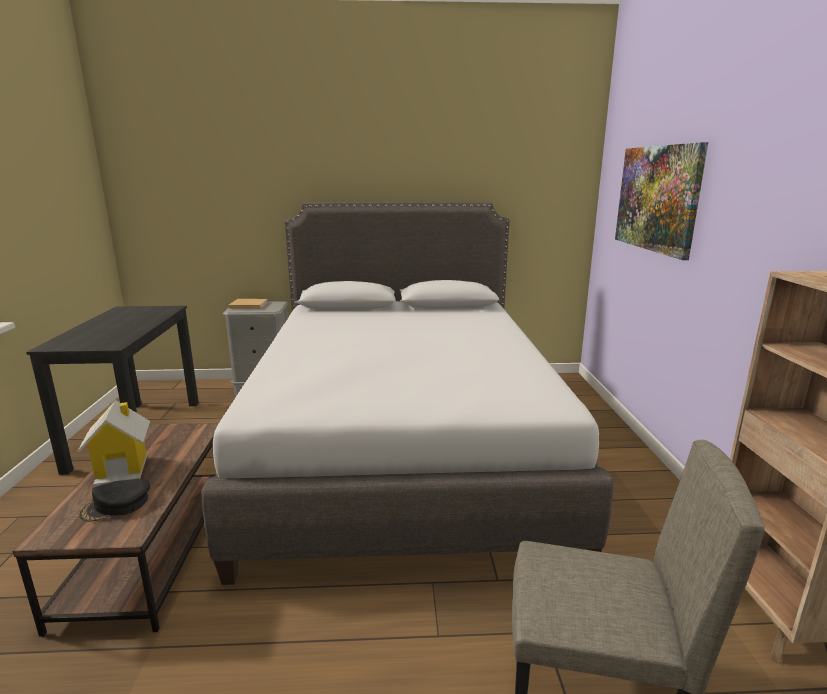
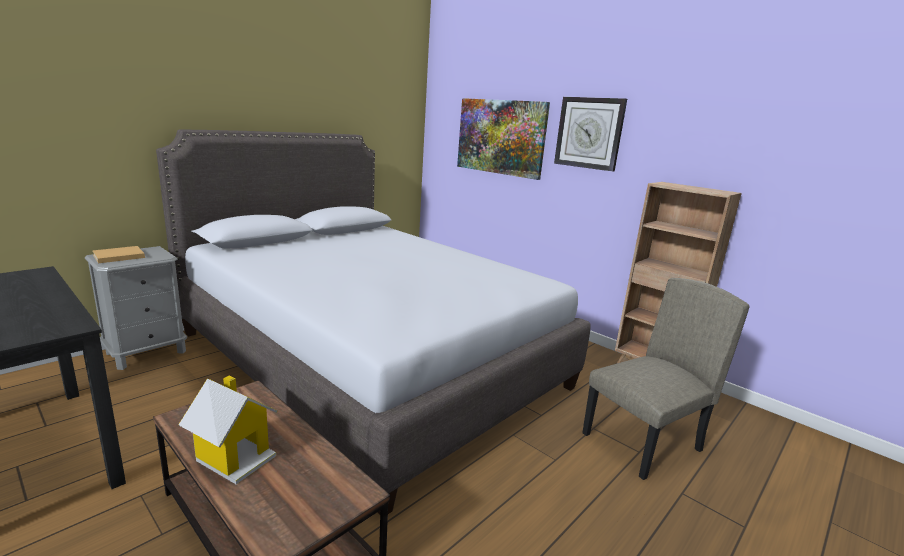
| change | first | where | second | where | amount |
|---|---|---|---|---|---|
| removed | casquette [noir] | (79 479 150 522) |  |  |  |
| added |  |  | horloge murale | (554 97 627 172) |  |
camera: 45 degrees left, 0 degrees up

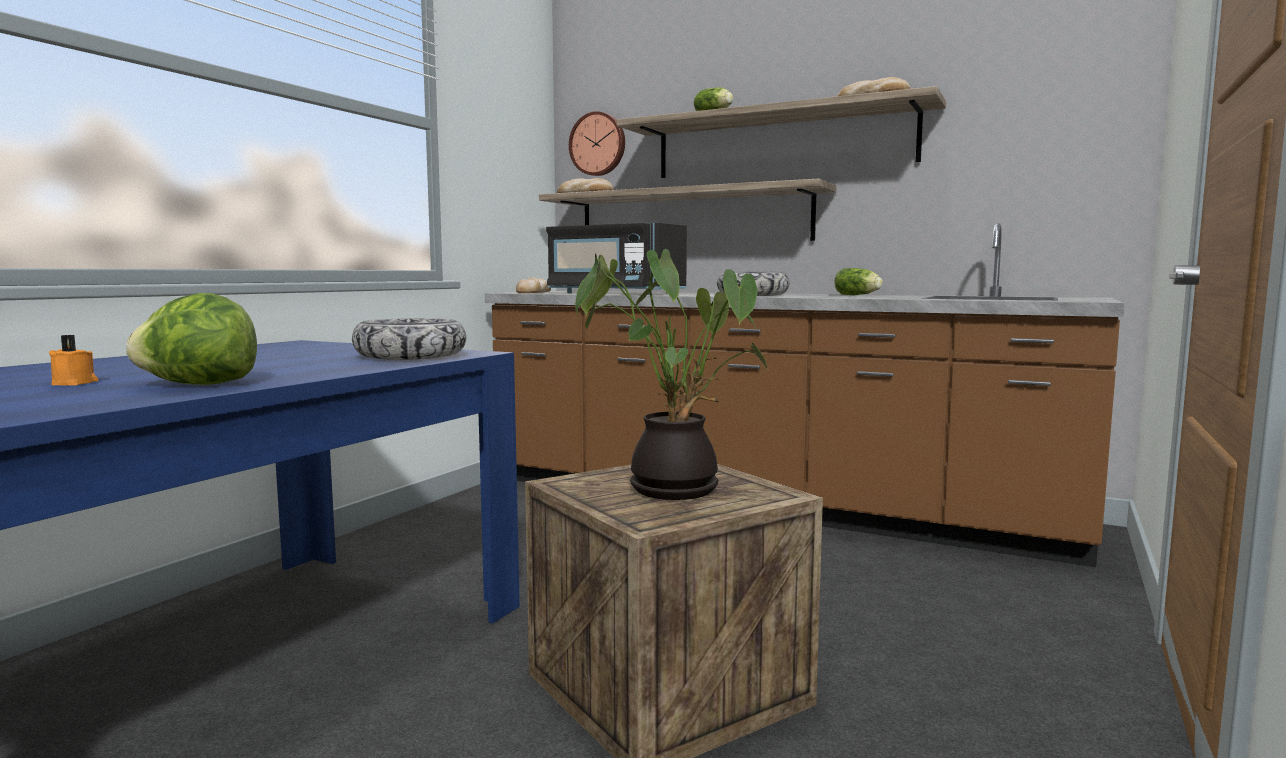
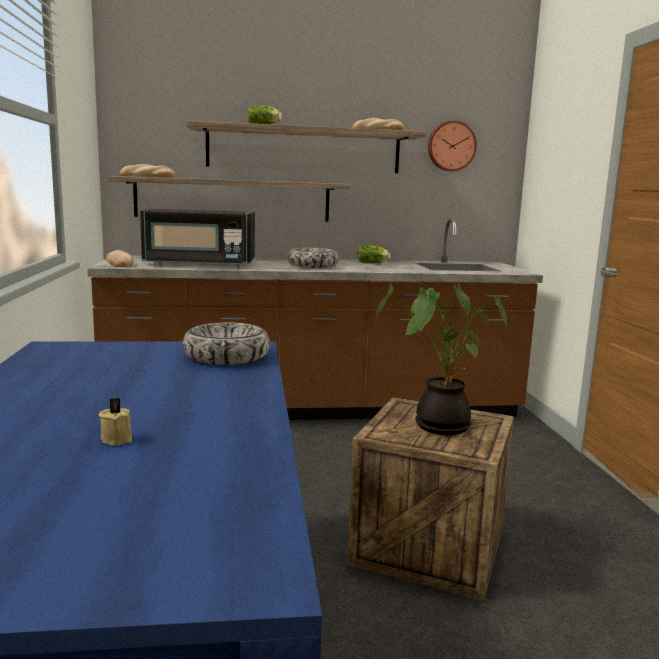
| change | first | where | second | where | amount |
|---|---|---|---|---|---|
| removed | laitue | (126 293 257 385) |  |  |  |
| moved | horloge murale | (569 111 625 176) |  | (428 121 477 171) |  |
| recoloured | bougie [orange] | (49 335 98 386) | bougie [beige] | (99 398 132 446) |  |
camera: 35 degrees left, 5 degrees up

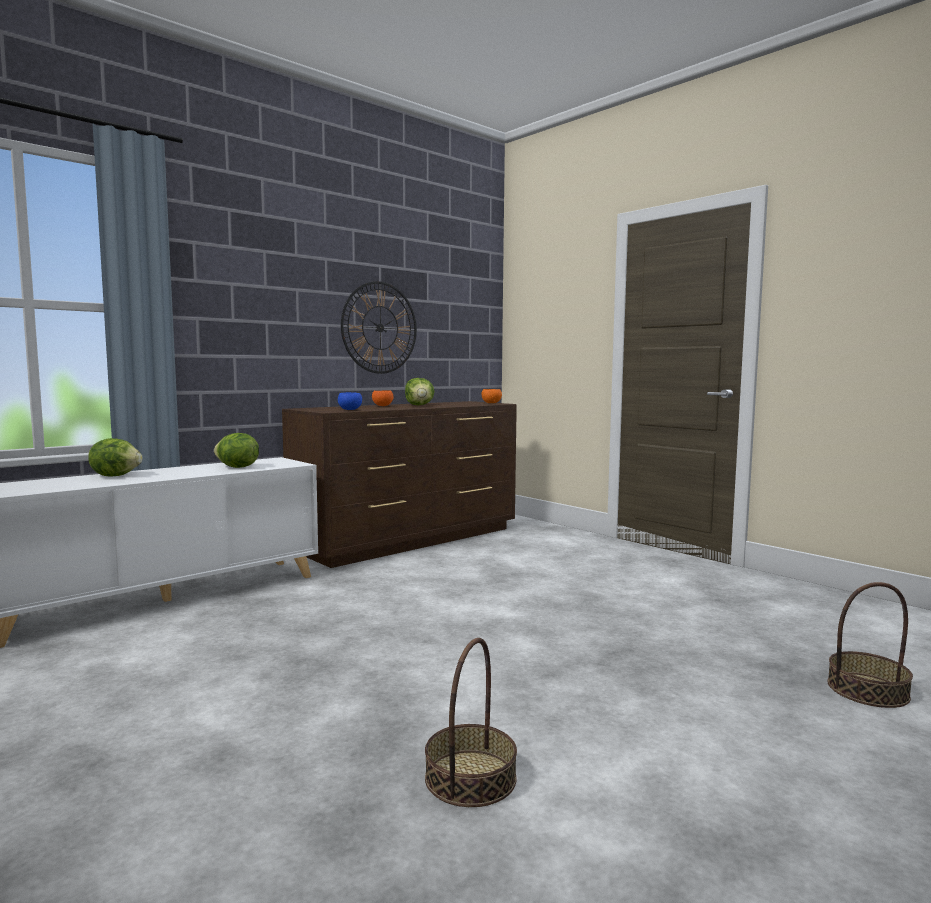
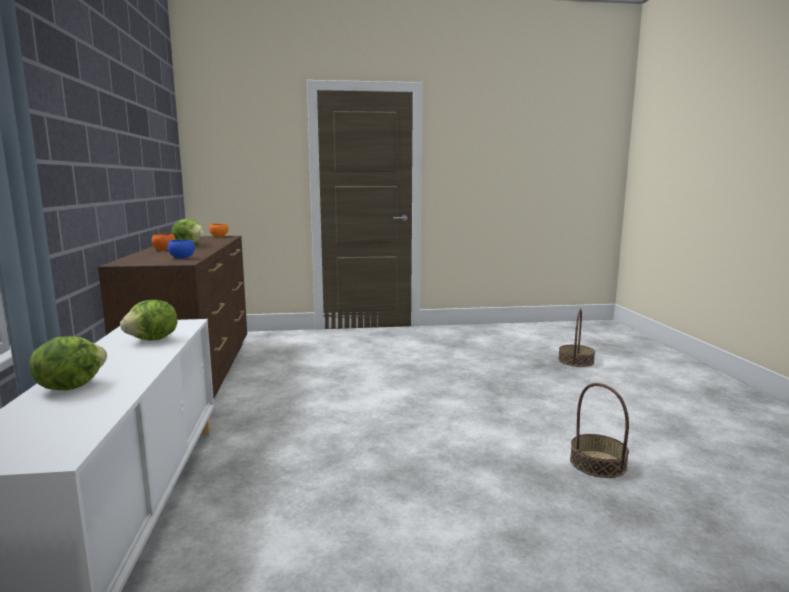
| change | first | where | second | where | amount |
|---|---|---|---|---|---|
| removed | horloge murale | (341 281 417 374) |  |  |  |
camera: 55 degrees left, 5 degrees up

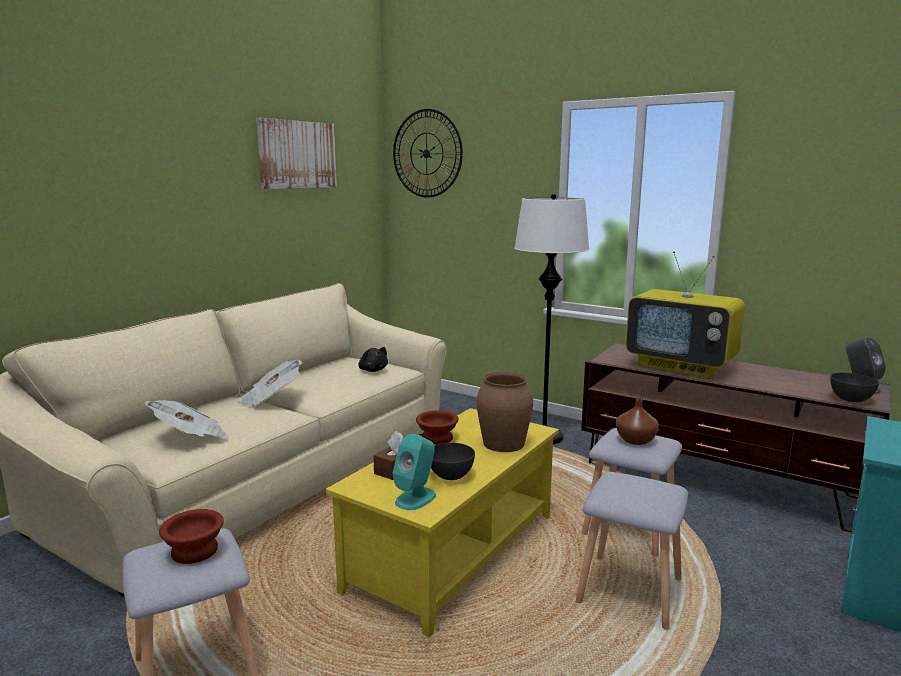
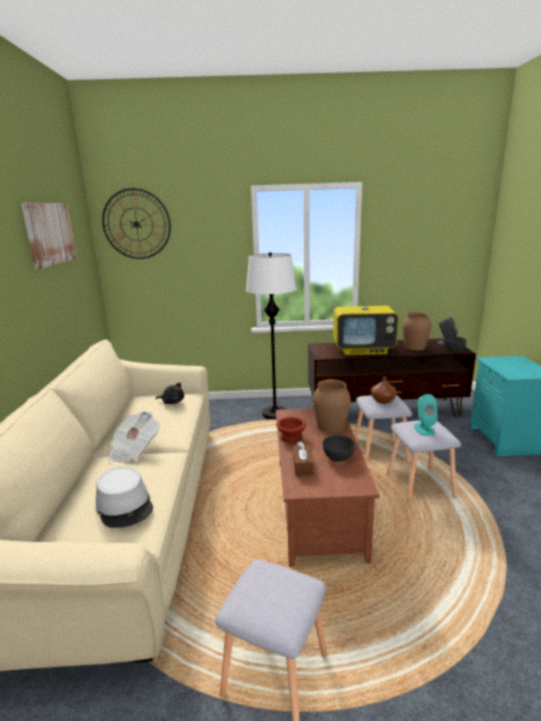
| change | first | where | second | where | amount |
|---|---|---|---|---|---|
| removed | bol [marron] | (159 509 224 564) |  |  |  |
| added |  |  | vase [marron] | (402 312 431 350) |  |
| moved | enceinte [turquoise] | (393 434 436 510) |  | (414 394 438 436) |  |
| replaced | journal | (145 400 228 438) | chapeau [gris] | (96 467 153 528) |  |
| recoloured | table basse [jaune] | (326 408 559 637) | table basse [marron] | (276 408 380 567) |  |
camera: 35 degrees left, 5 degrees up

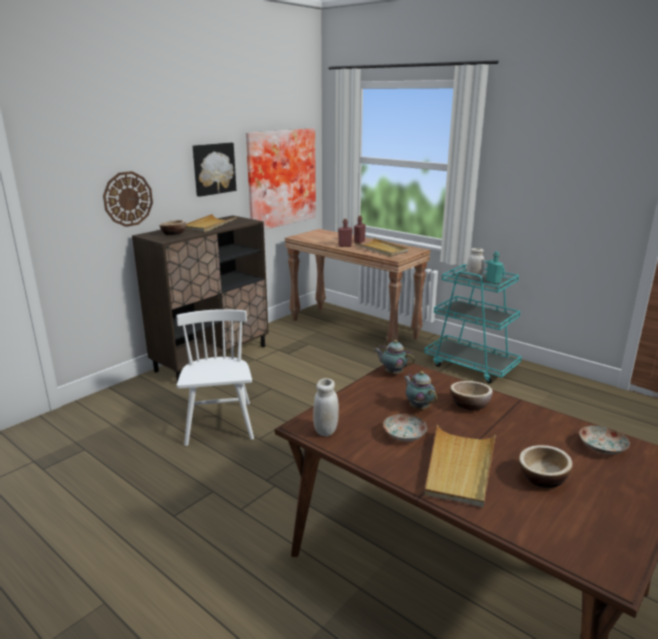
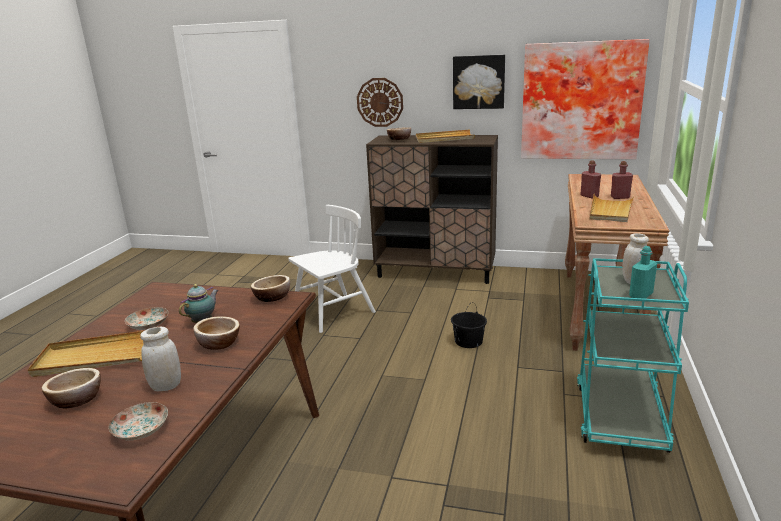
| change | first | where | second | where | amount |
|---|---|---|---|---|---|
| added |  |  | seau [noir] | (451 303 487 348) |  |
| moved | bocal [blanc] | (313 378 339 436) |  | (140 327 181 391) |  |
| replaced | théière | (374 340 415 374) | bol | (251 275 290 302) |  |
camera: 65 degrees right, 0 degrees up

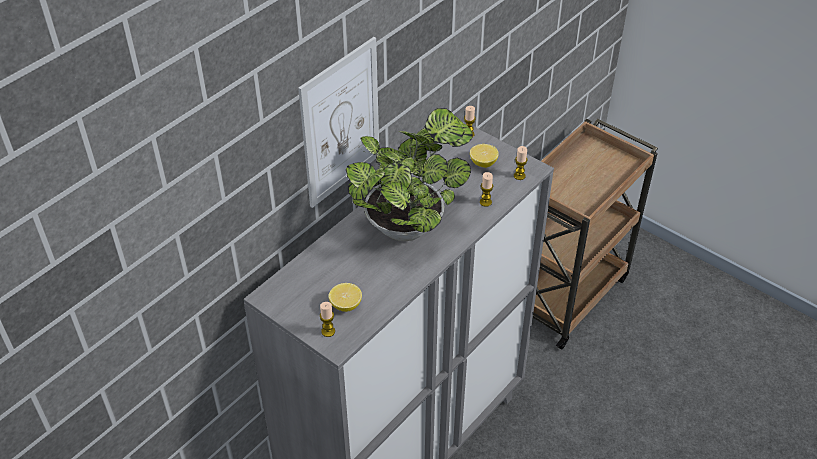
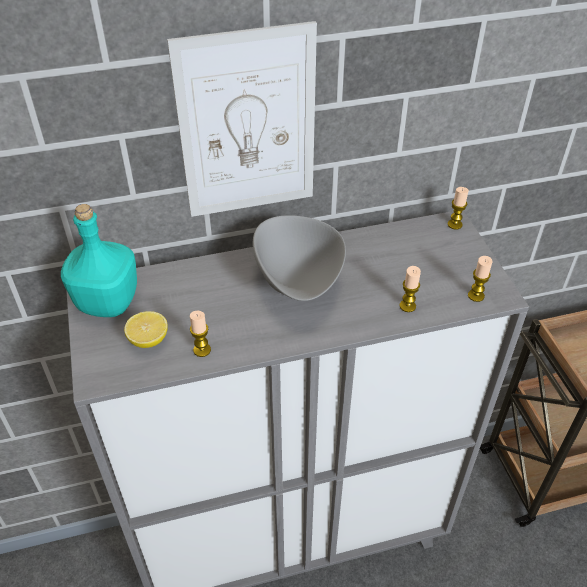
| change | first | where | second | where | amount |
|---|---|---|---|---|---|
| removed | citron | (470 144 499 168) |  |  |  |
| added |  |  | bouteille [turquoise] | (61 204 137 317) |  |
| moved | bougie | (320 302 335 337) |  | (190 311 211 357) |  |
| replaced | plante en pot | (346 108 473 241) | bol [gris] | (253 215 346 301) |  |
camera: 35 degrees right, 0 degrees up

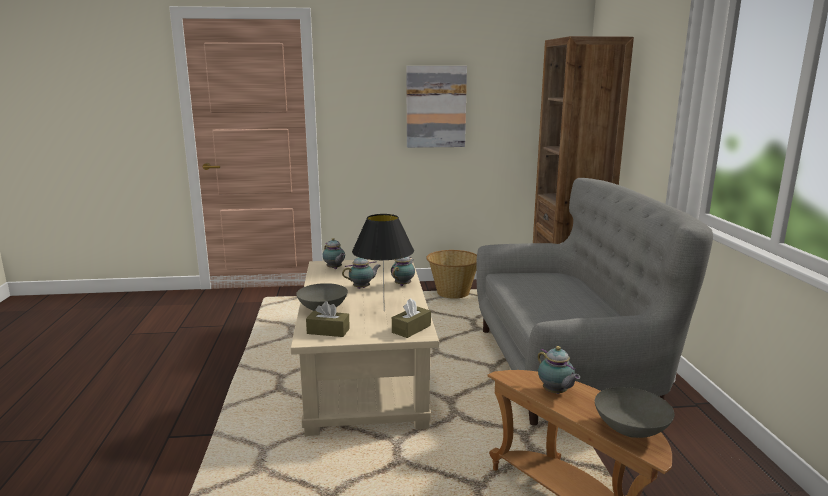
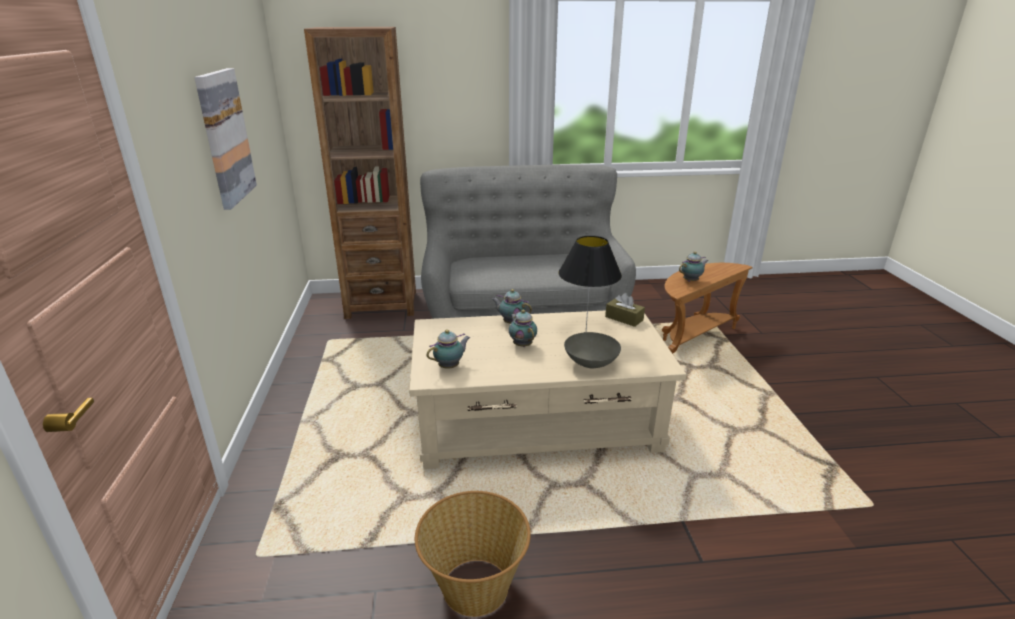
| change | first | where | second | where | amount |
|---|---|---|---|---|---|
| removed | boîte à mouchoirs [marron] | (306 301 350 337) |  |  |  |
| removed | bol [gris] | (595 387 675 438) |  |  |  |
| moved | panier | (426 250 477 299) |  | (415 491 531 617) |  |
camera: 90 degrees left, 10 degrees up

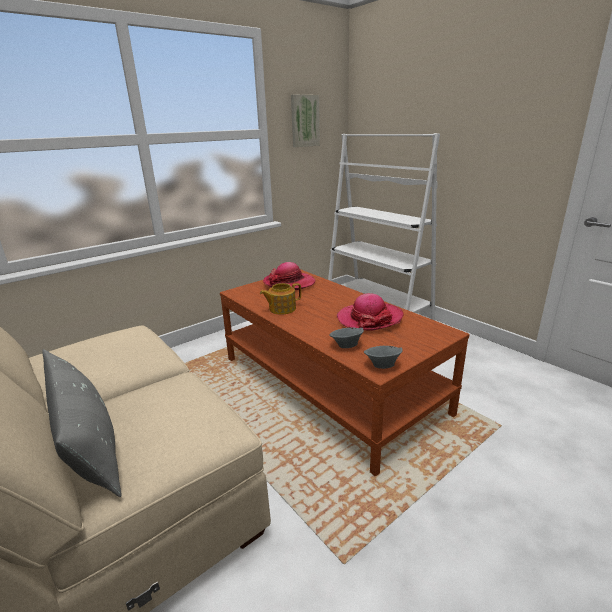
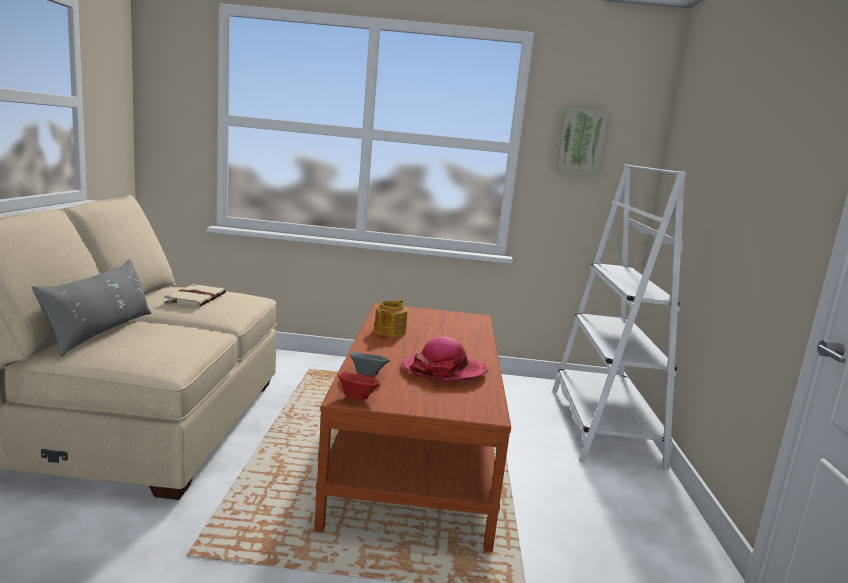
| change | first | where | second | where | amount |
|---|---|---|---|---|---|
| removed | chapeau | (263 262 315 290) |  |  |  |
| added |  |  | livre [beige] | (164 284 226 307) |  |
| recoloured | bol [gris] | (364 346 403 369) | bol [rouge] | (338 371 381 400) |  |
| turned | théière | (260 283 301 315) |  | (374 299 408 337) | 90 degrees counterclockwise |
camera: 40 degrees right, 10 degrees down

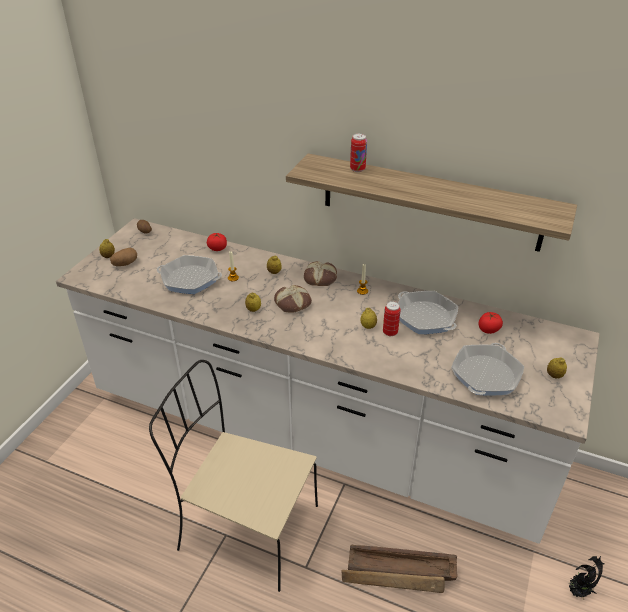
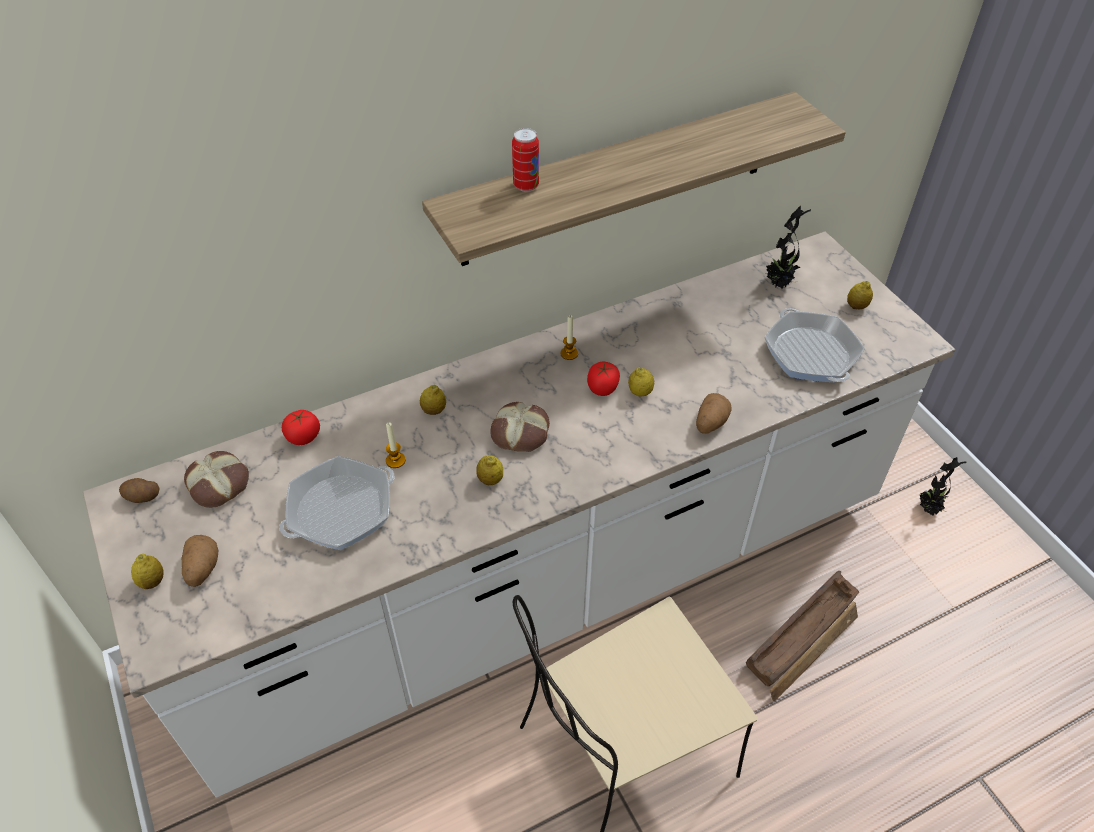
| change | first | where | second | where | amount |
|---|---|---|---|---|---|
| removed | boîte métallique | (383 301 401 336) |  |  |  |
| removed | poêle | (398 291 458 334) |  |  |  |
| added |  |  | pomme de terre | (696 393 732 434) |  |
| added |  |  | plante en pot | (766 206 811 289) |  |
| moved | pain | (304 261 337 286) |  | (184 451 249 508) |  |
| moved | tomate | (478 312 503 334) |  | (587 362 620 396) |  |
camera: 50 degrees left, 10 degrees up

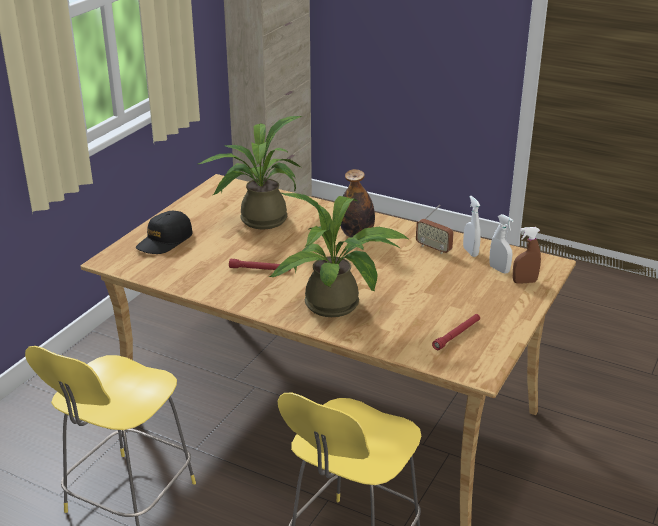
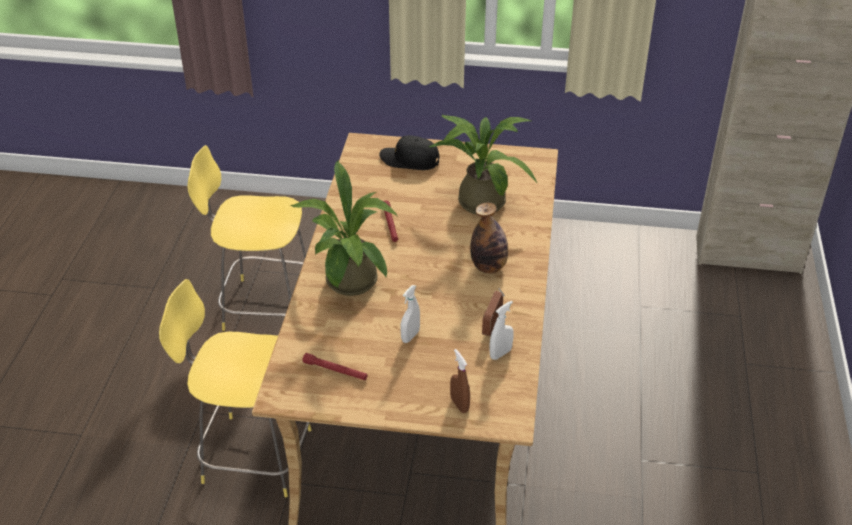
| change | first | where | second | where | amount |
|---|---|---|---|---|---|
| moved | vaporisateur [blanc] | (489 214 514 274) |  | (400 285 420 343) |  |
camera: 70 degrees right, 10 degrees up

